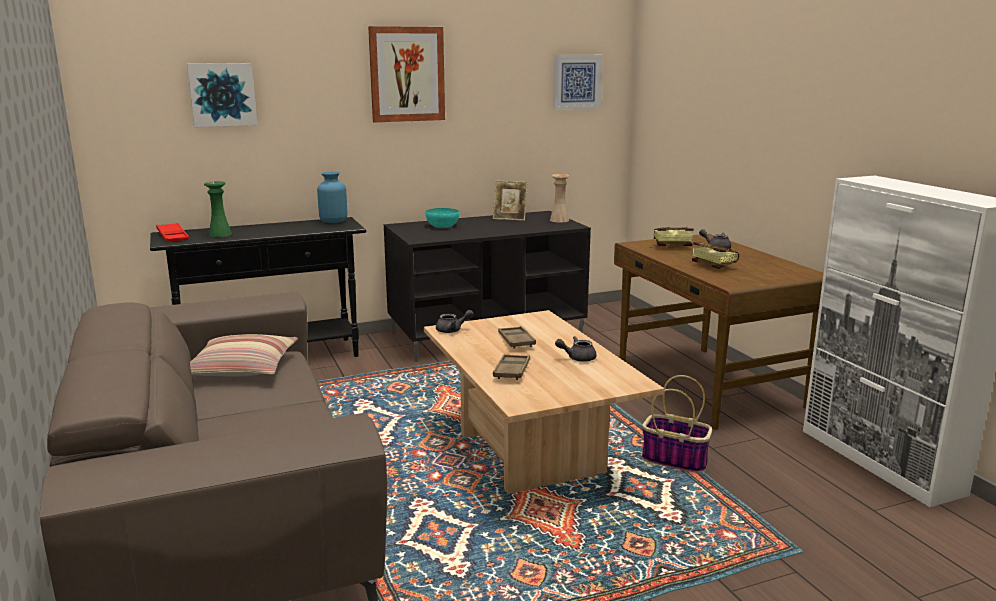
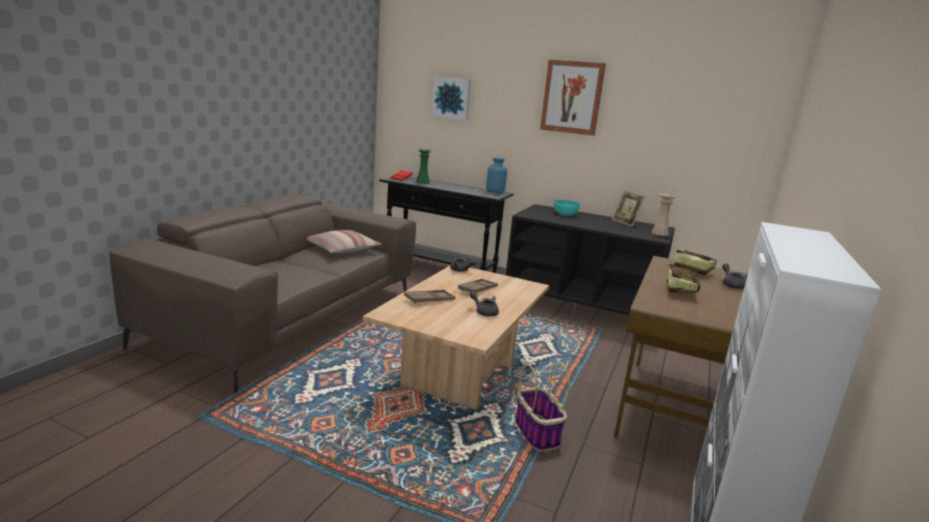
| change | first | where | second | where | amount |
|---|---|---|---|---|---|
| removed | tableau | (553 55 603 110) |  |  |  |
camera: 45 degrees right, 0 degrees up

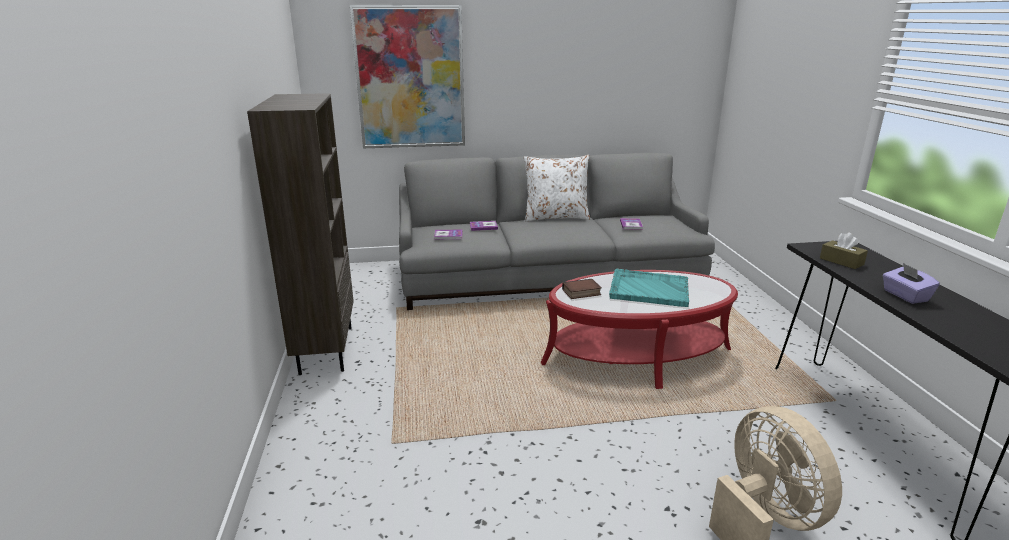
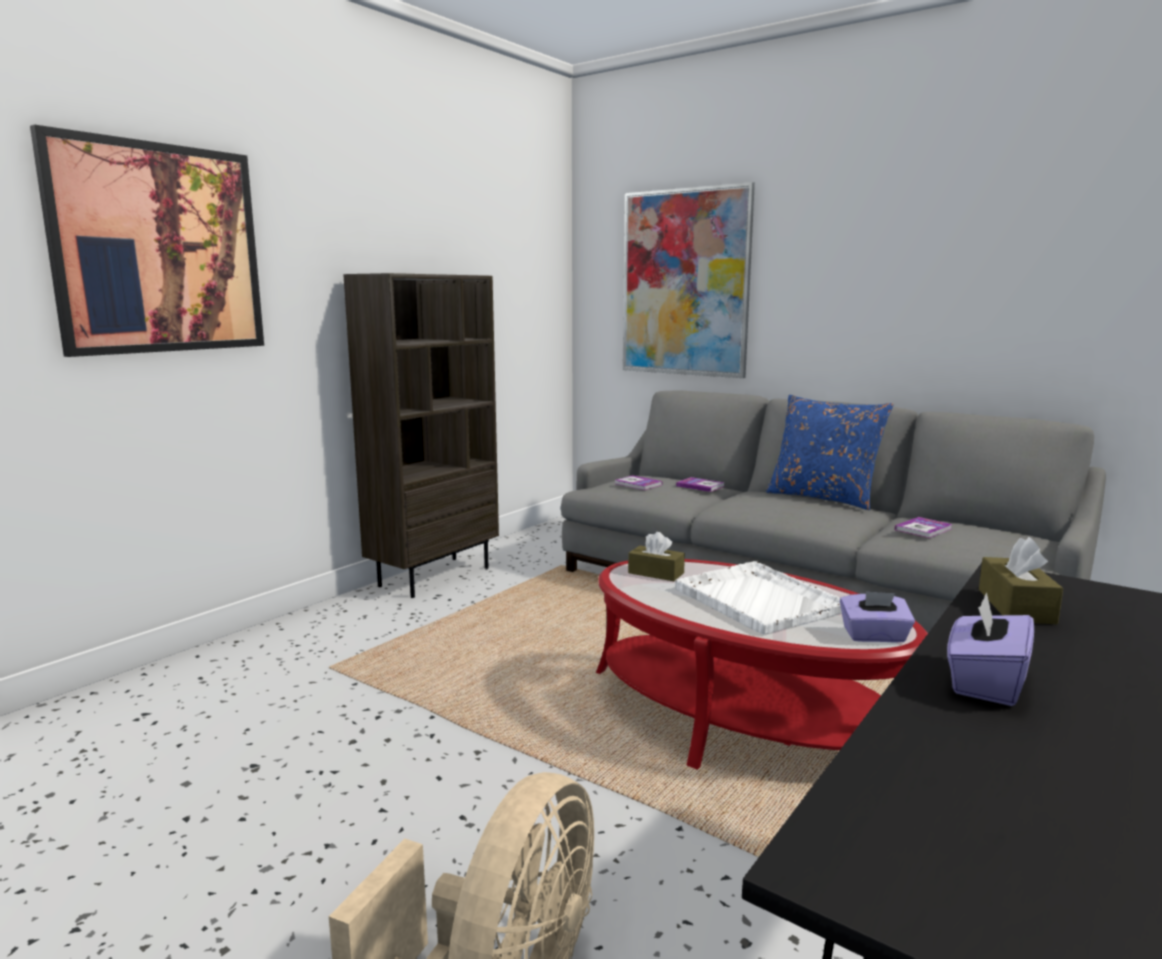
| change | first | where | second | where | amount |
|---|---|---|---|---|---|
| added |  |  | tableau | (30 125 264 357) |  |
| added |  |  | boîte à mouchoirs [violet] | (840 591 915 643) |  |
| replaced | livre | (562 279 602 299) | boîte à mouchoirs [marron] | (628 532 685 581) |  |
| recoloured | coussin [blanc] | (524 155 590 222) | coussin [bleu] | (766 395 894 510) |  |
| recoloured | plateau [turquoise] | (609 269 689 307) | plateau [blanc] | (675 561 842 634) |  |
camera: 45 degrees right, 10 degrees down

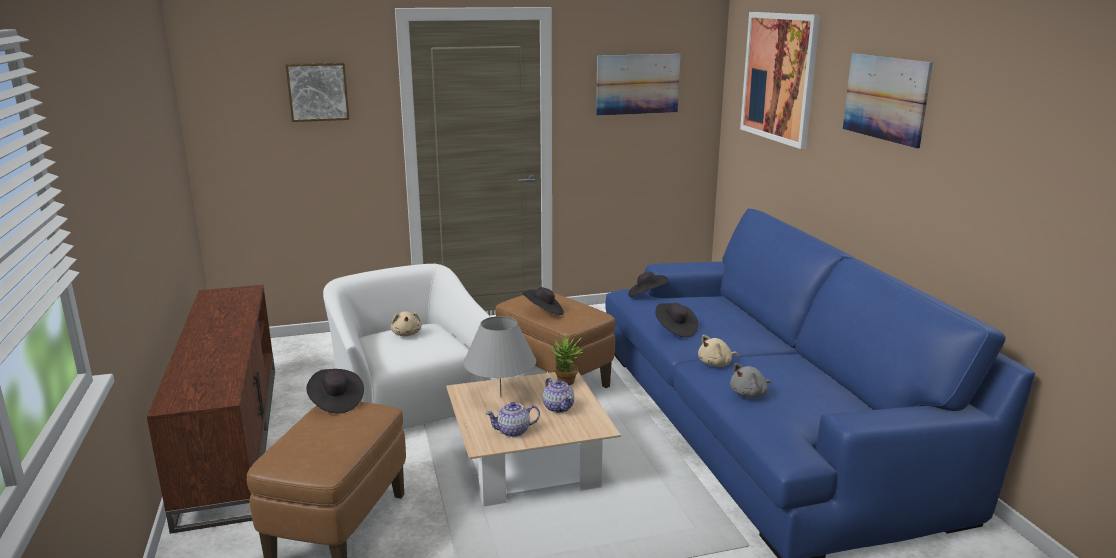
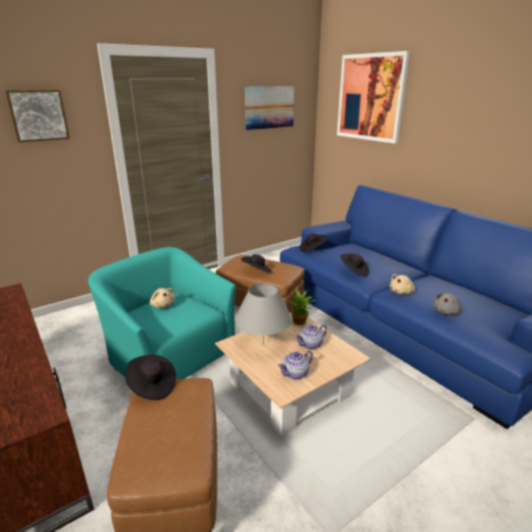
| change | first | where | second | where | amount |
|---|---|---|---|---|---|
| removed | tableau | (843 53 933 149) |  |  |  |
| recoloured | fauteuil [blanc] | (323 264 491 429) | fauteuil [turquoise] | (88 247 236 379) |  |
| turned | théière | (543 378 574 413) |  | (295 324 327 350) | 105 degrees clockwise |
camera: 20 degrees left, 5 degrees up

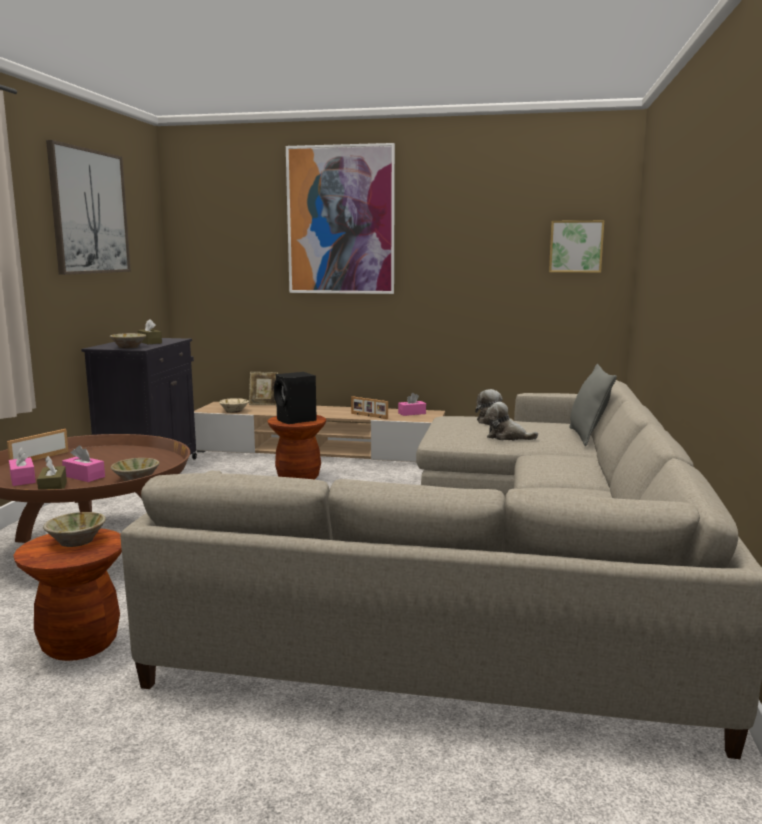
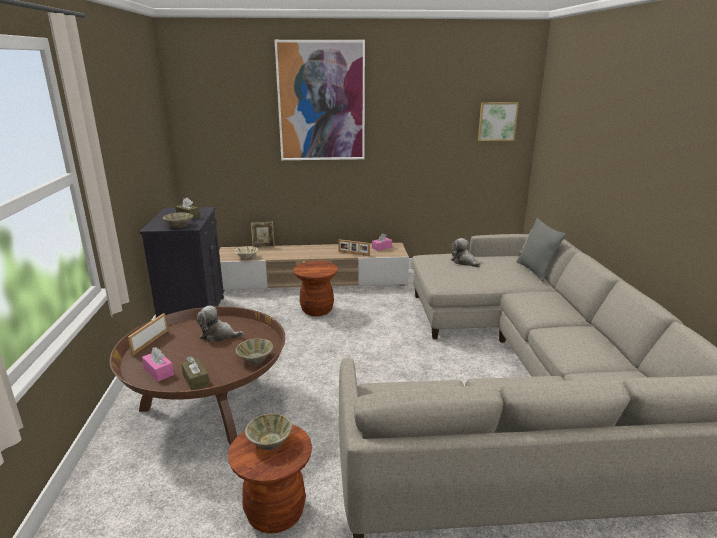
| change | first | where | second | where | amount |
|---|---|---|---|---|---|
| removed | tableau | (46 140 131 275) |  |  |  |
| removed | boîte à mouchoirs [rose] | (62 445 105 482) |  |  |  |
| removed | enceinte [noir] | (274 372 317 424) |  |  |  |
| moved | peluche | (486 402 538 440) |  | (197 306 244 342) |  |
camera: 15 degrees left, 10 degrees up

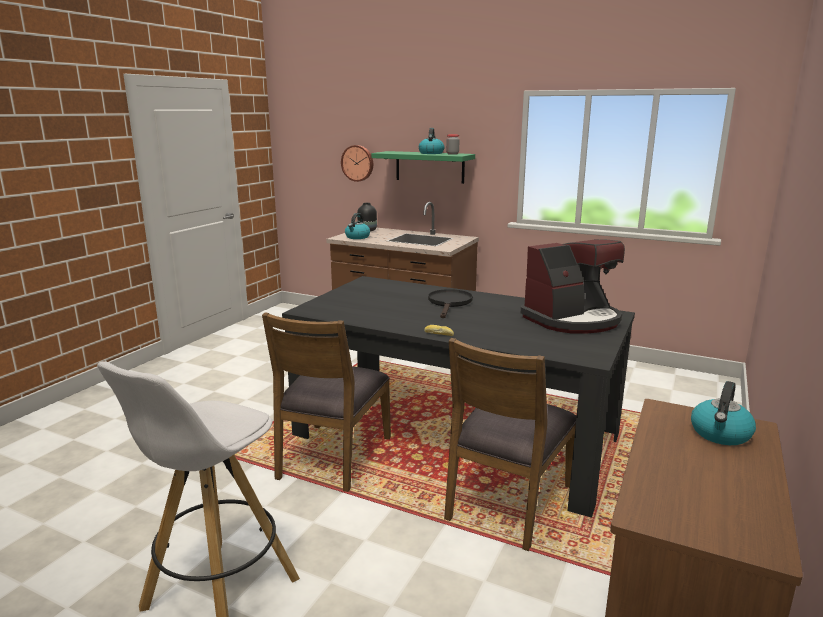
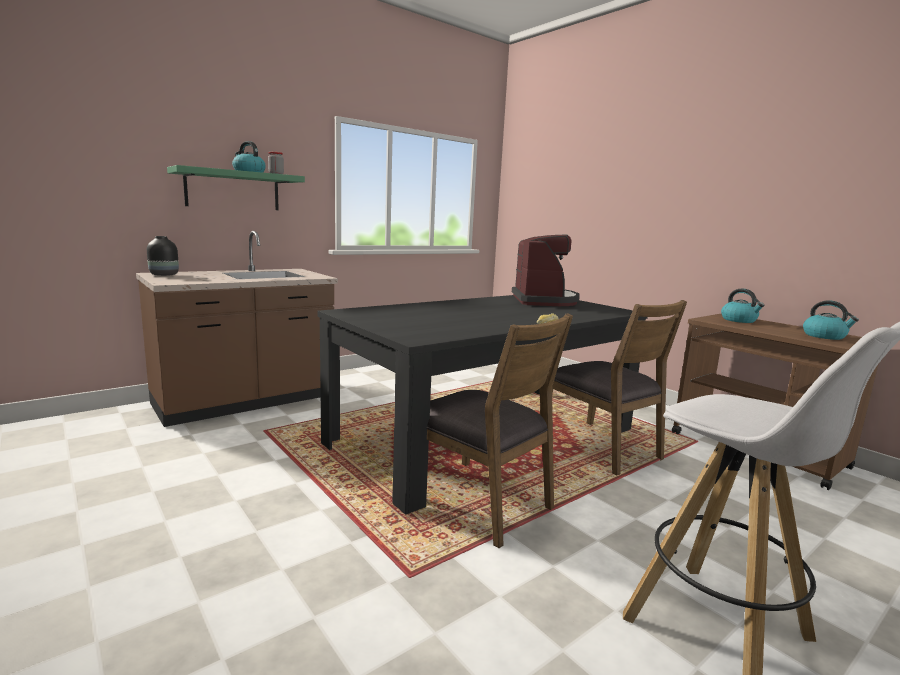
| change | first | where | second | where | amount |
|---|---|---|---|---|---|
| removed | horloge murale | (341 145 373 182) |  |  |  |
| removed | poêle [noir] | (428 289 473 318) |  |  |  |
| moved | bouilloire | (345 213 370 239) |  | (803 300 859 340) |  |
camera: 65 degrees left, 5 degrees down

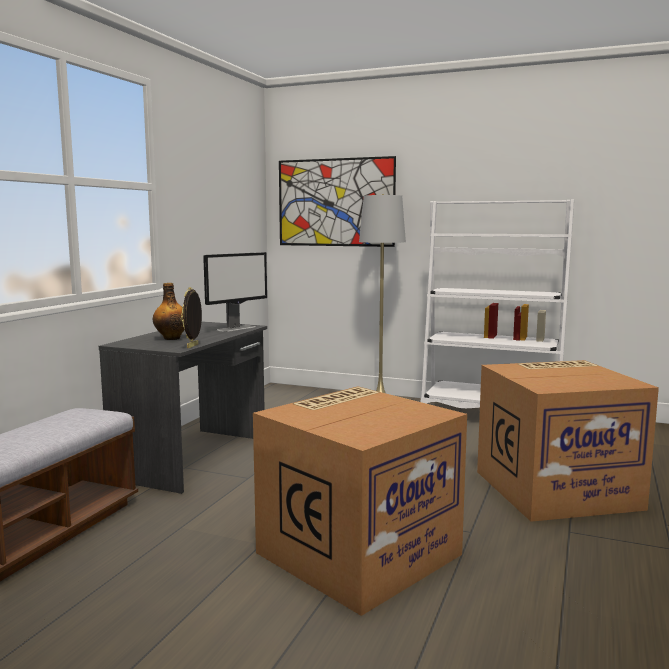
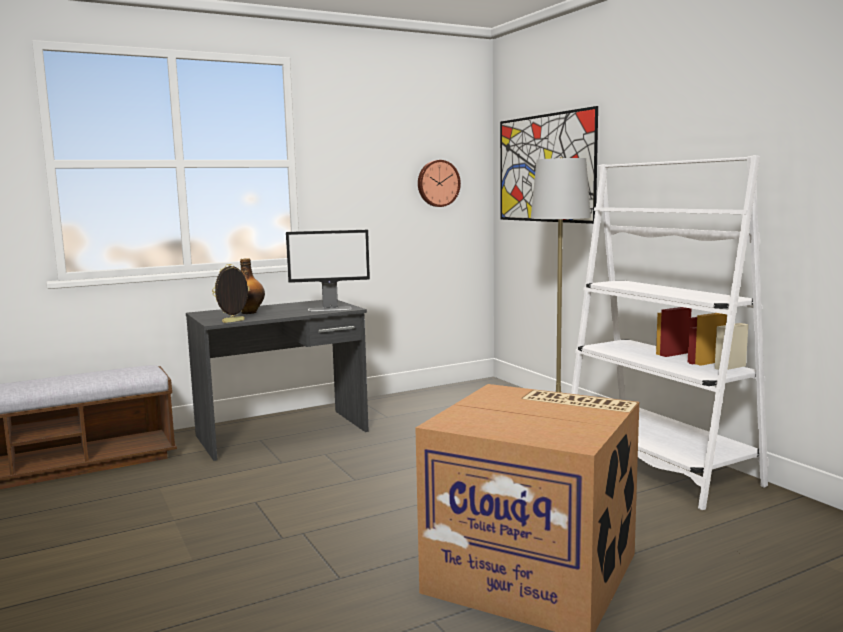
| change | first | where | second | where | amount |
|---|---|---|---|---|---|
| removed | carton | (253 386 467 616) |  |  |  |
| added |  |  | horloge murale | (418 160 461 207) |  |
camera: 40 degrees right, 0 degrees up

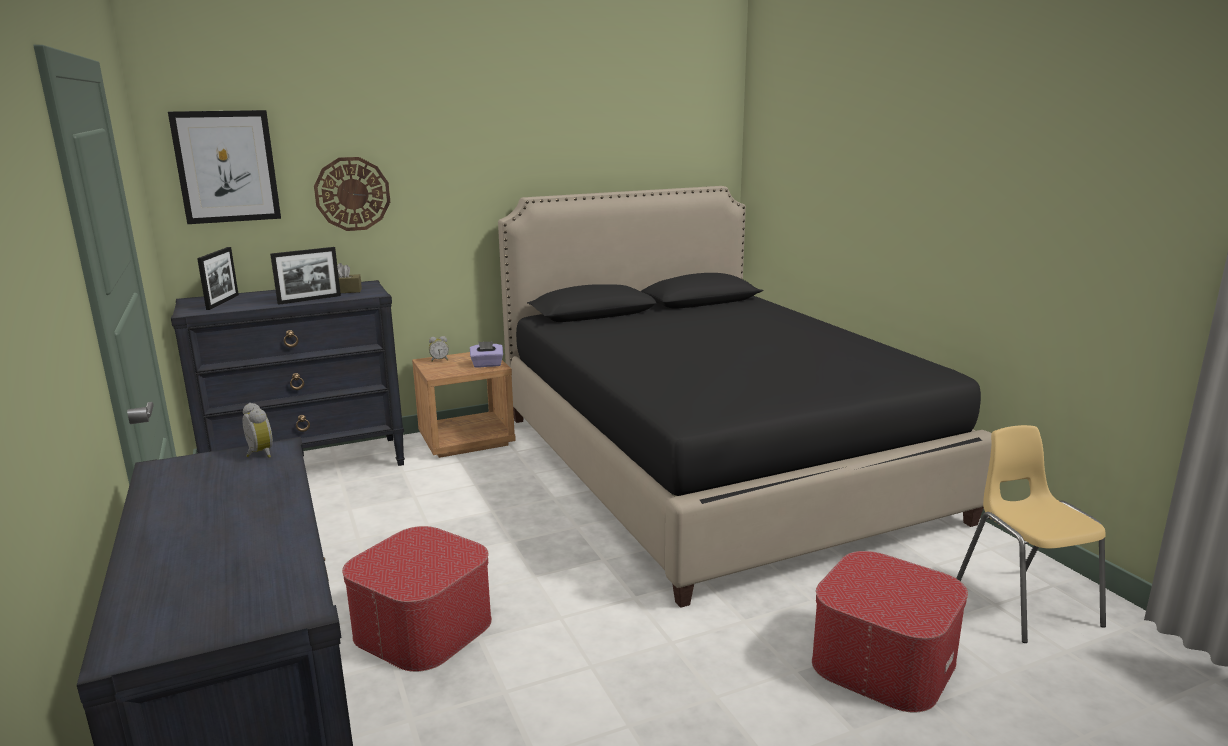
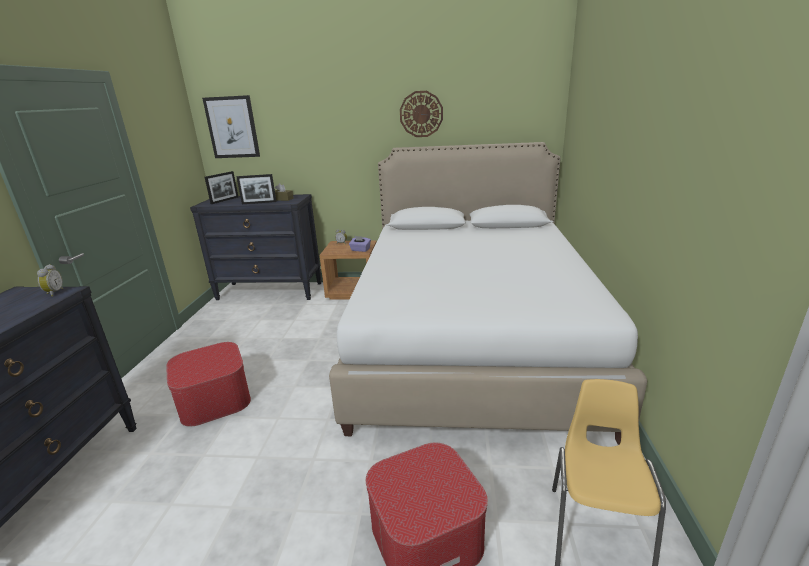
| change | first | where | second | where | amount |
|---|---|---|---|---|---|
| moved | horloge murale | (314 157 390 231) |  | (400 91 443 137) |  |
| recoloured | lit [noir] | (498 186 992 608) | lit [blanc] | (329 142 647 445) |  |
camera: 30 degrees right, 5 degrees up

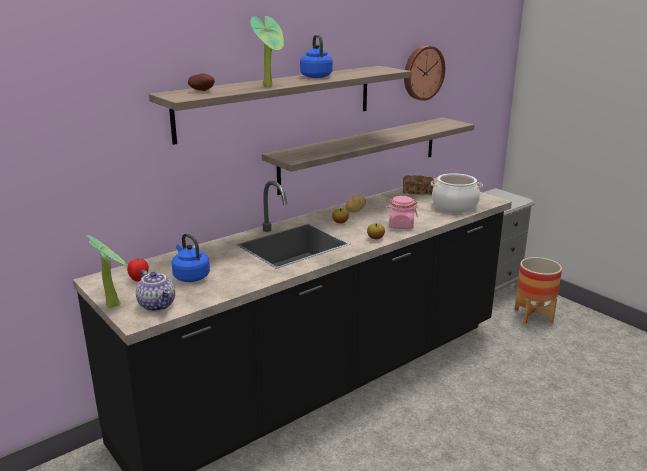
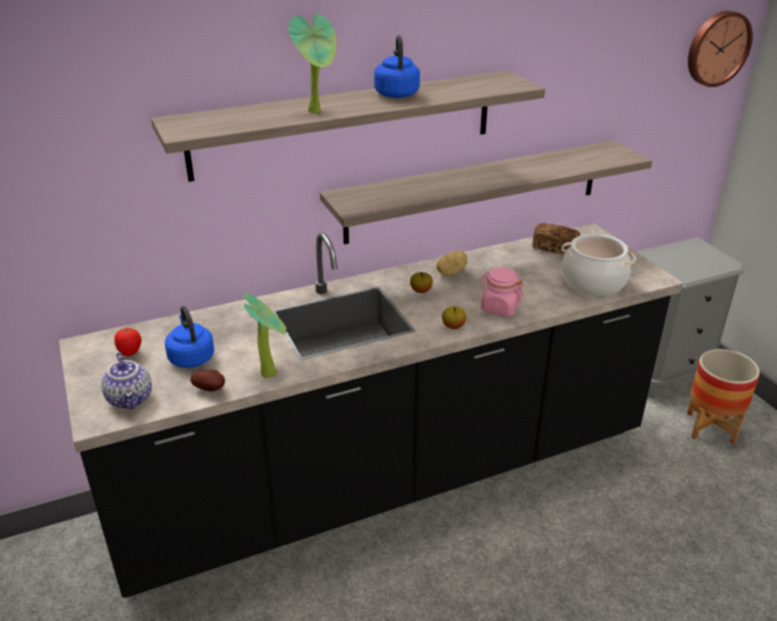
| change | first | where | second | where | amount |
|---|---|---|---|---|---|
| moved | plante en pot | (86 235 126 308) |  | (243 293 286 378) |  |
| moved | pomme de terre | (188 73 215 91) |  | (190 369 225 391) |  |
| moved | horloge murale | (404 46 445 101) |  | (688 11 753 87) |  |
camera: 15 degrees right, 10 degrees up

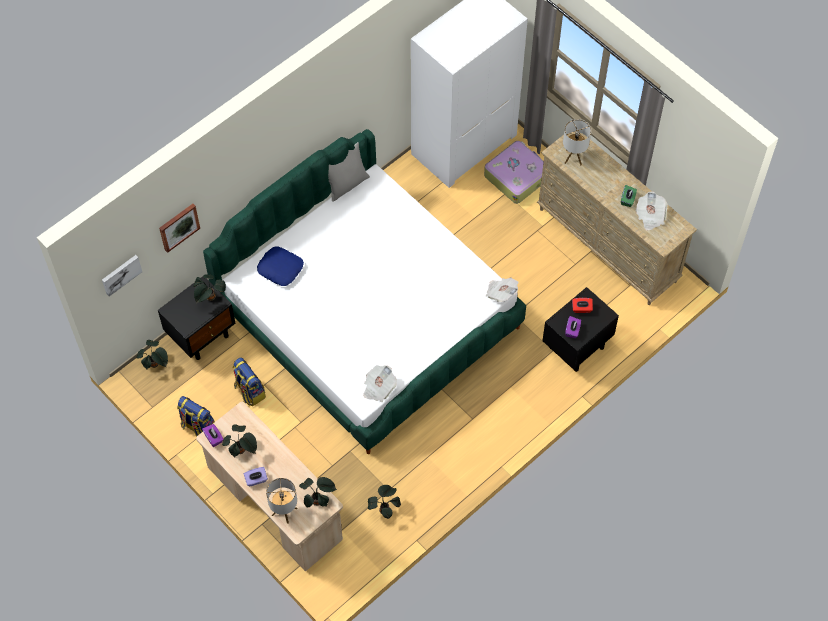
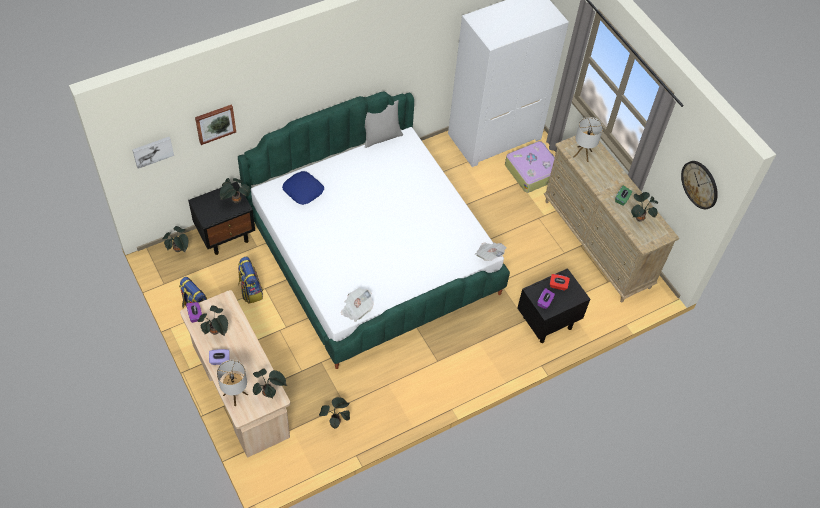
| change | first | where | second | where | amount |
|---|---|---|---|---|---|
| added |  |  | horloge murale | (681 161 718 209) |  |
| replaced | journal | (636 191 668 231) | plante en pot | (631 192 658 222) |  |
camera: 10 degrees right, 5 degrees down

